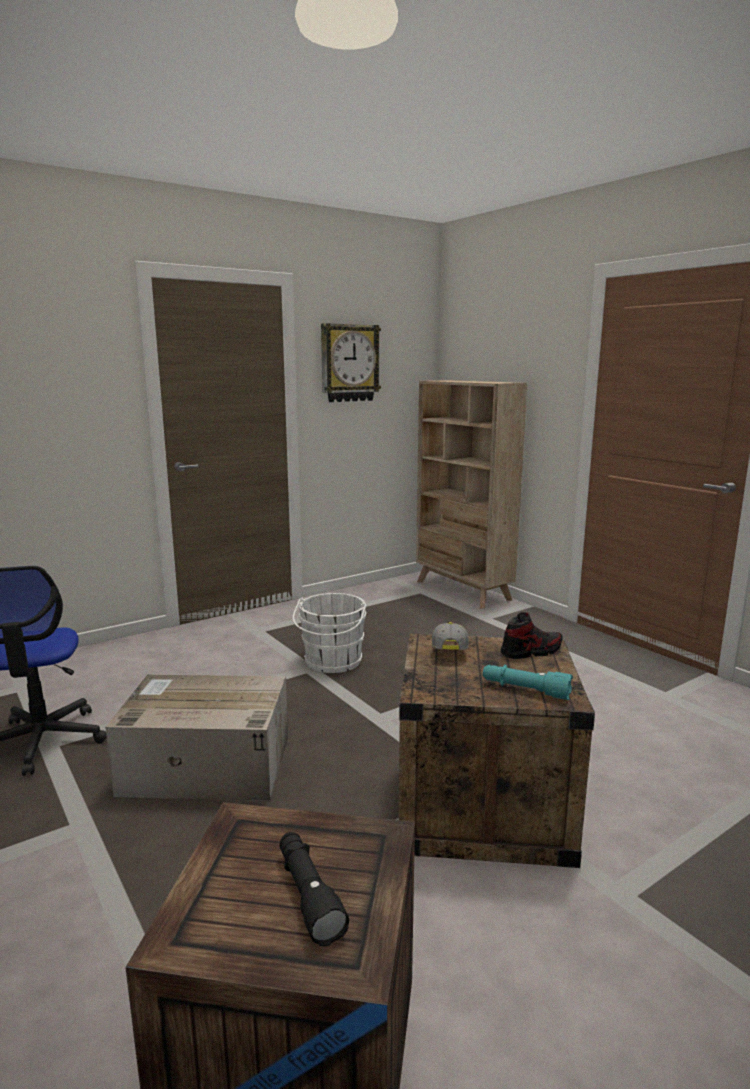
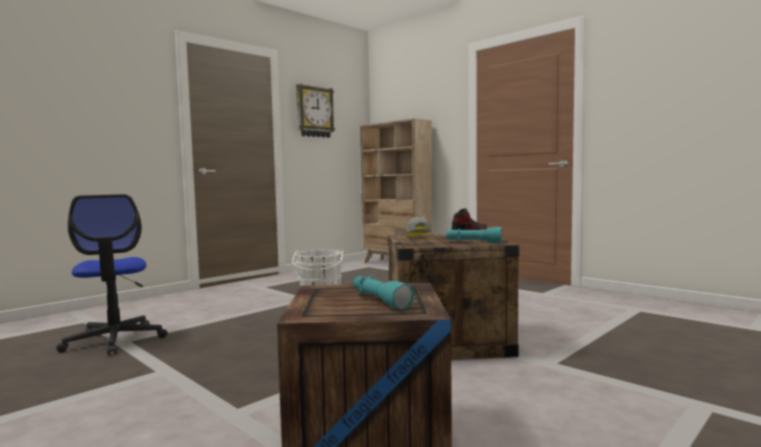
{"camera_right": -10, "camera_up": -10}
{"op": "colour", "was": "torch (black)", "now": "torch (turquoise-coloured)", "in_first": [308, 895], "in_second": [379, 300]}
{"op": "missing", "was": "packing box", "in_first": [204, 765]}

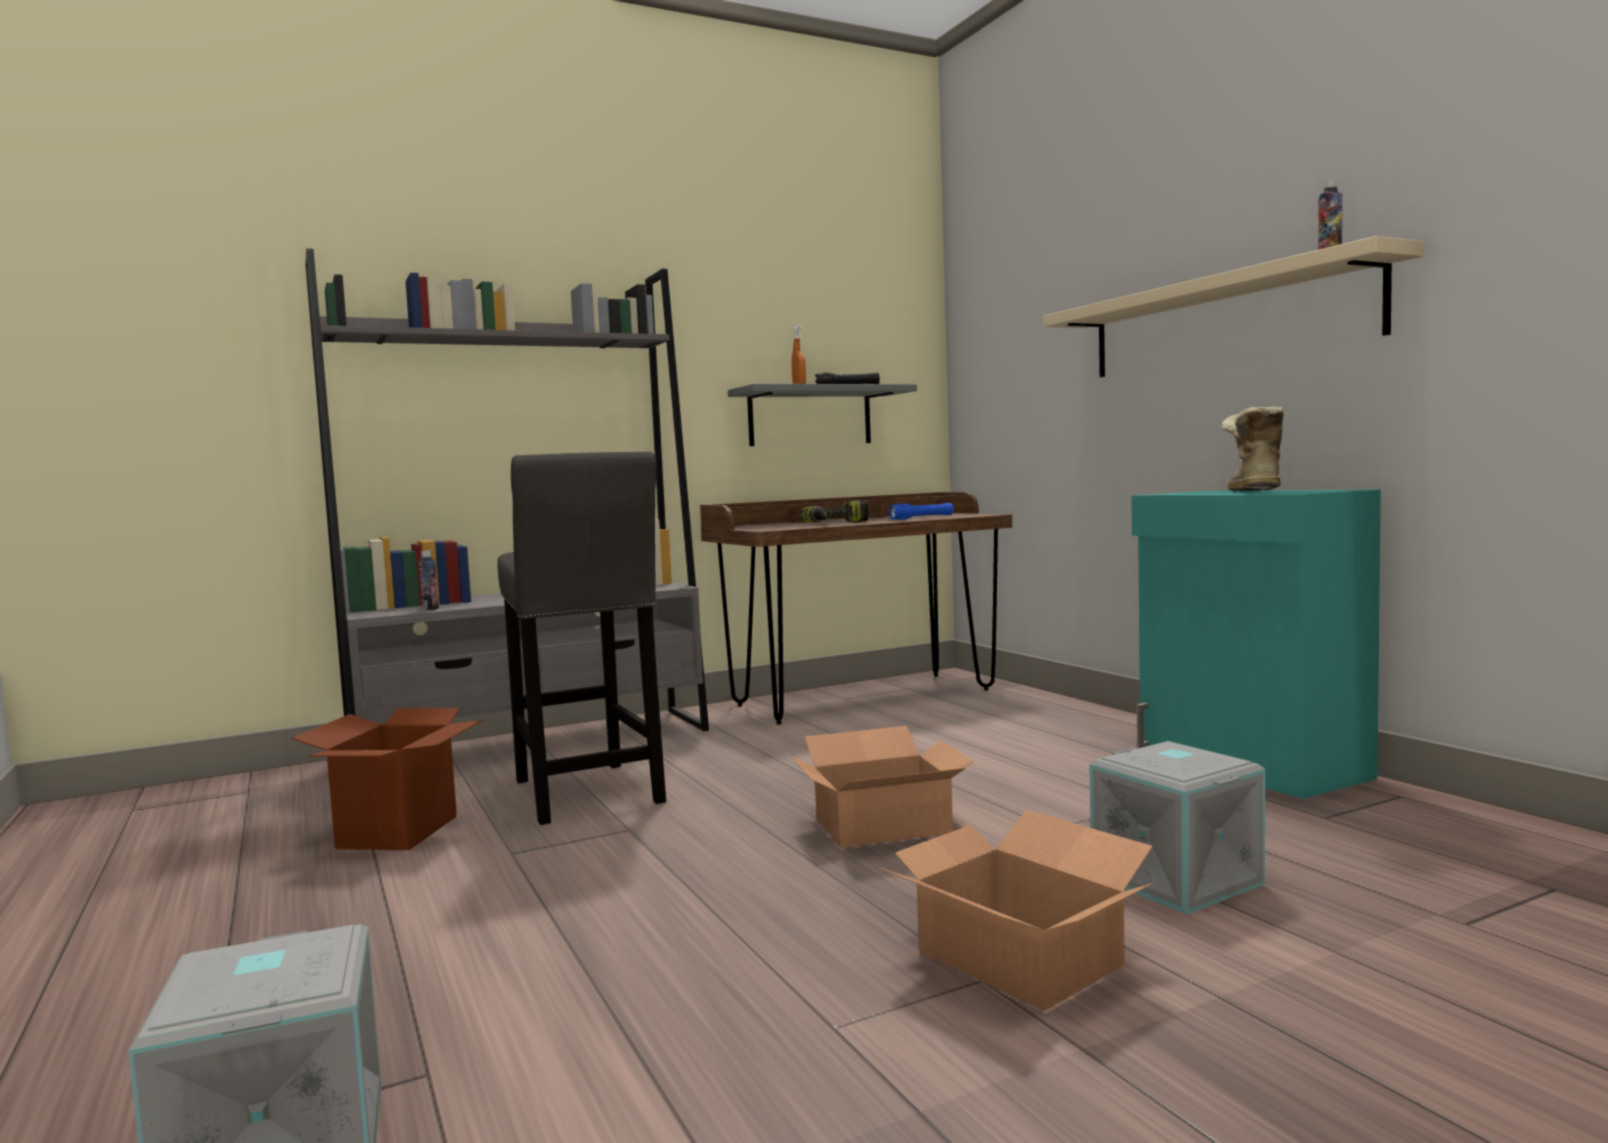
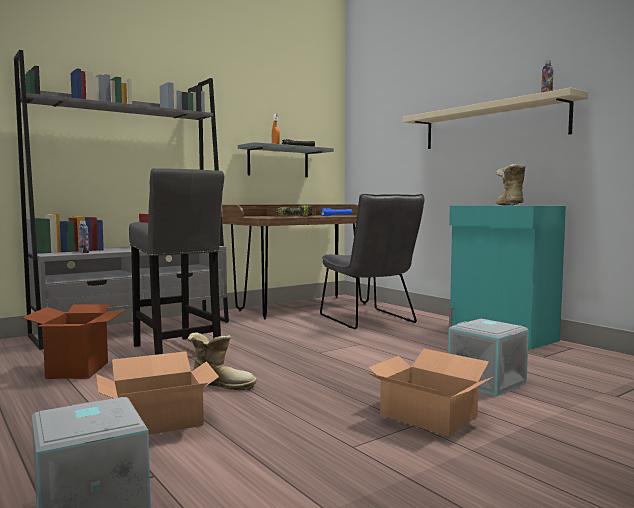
{"camera_right": -10, "camera_up": 0}
{"op": "relocated", "was": "packing box", "in_first": [880, 825], "in_second": [157, 420]}
{"op": "appeared", "now": "tall boot", "in_second": [221, 385]}
{"op": "appeared", "now": "chair (greyish)", "in_second": [370, 320]}

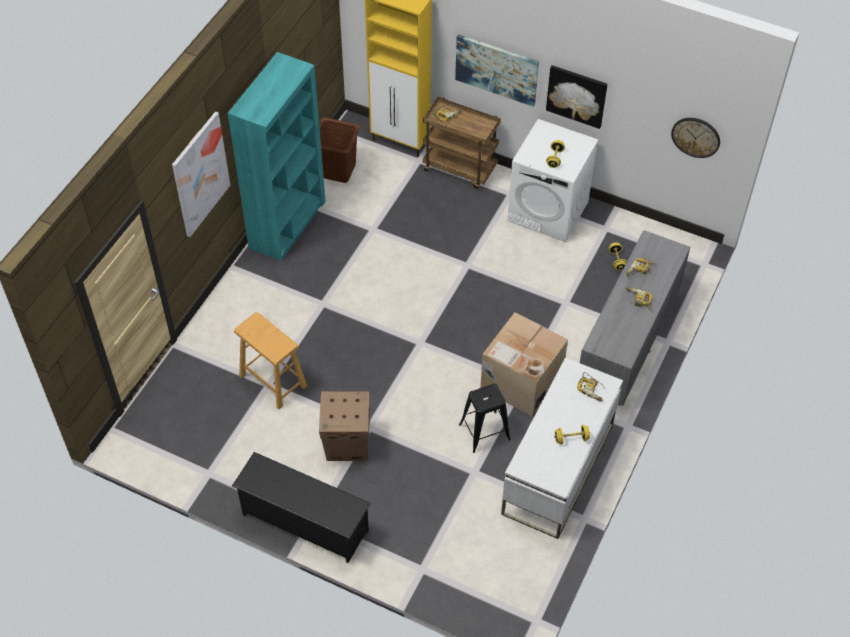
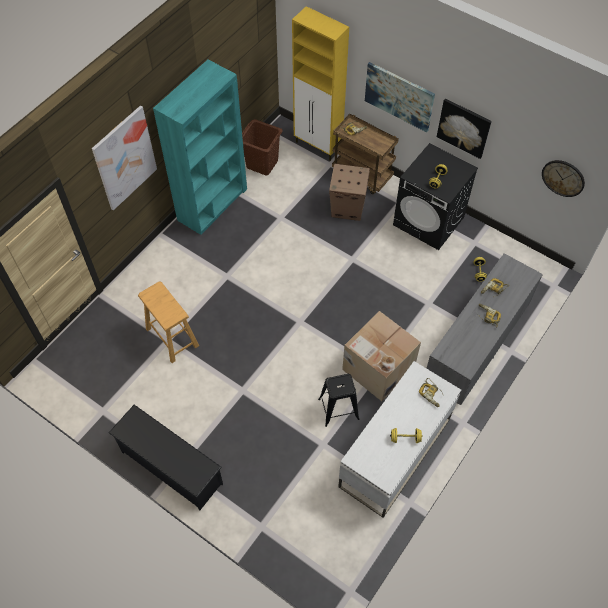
{"camera_right": 10, "camera_up": 5}
{"op": "relocated", "was": "packing box", "in_first": [347, 443], "in_second": [348, 207]}
{"op": "colour", "was": "laundry machine (white-coloured)", "now": "laundry machine (black)", "in_first": [548, 211], "in_second": [429, 221]}

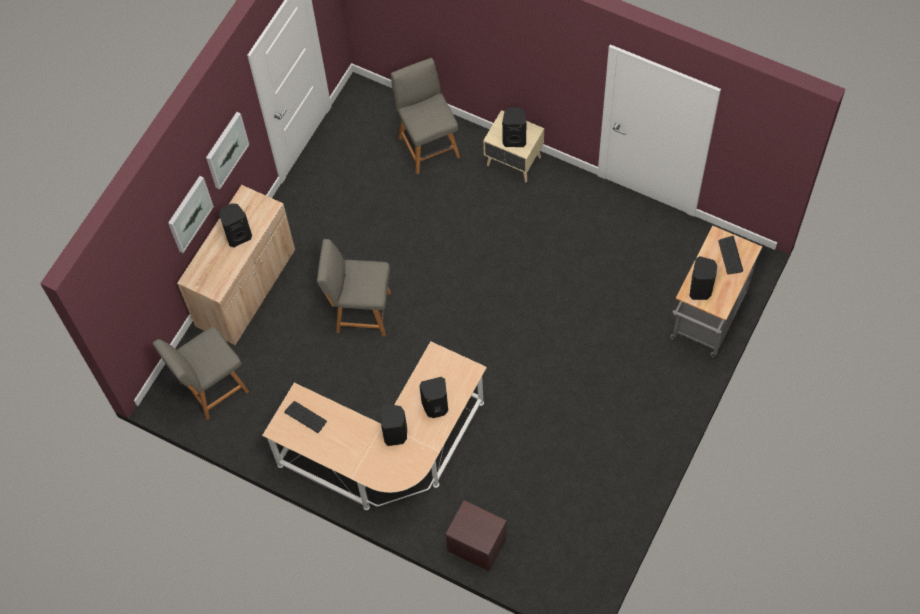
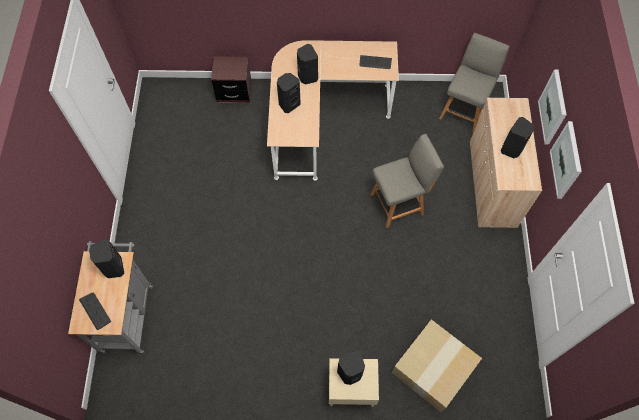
{"camera_right": 150, "camera_up": 0}
{"op": "exchanged", "was": "chair (greyish)", "now": "packing box", "in_first": [428, 145], "in_second": [433, 370]}

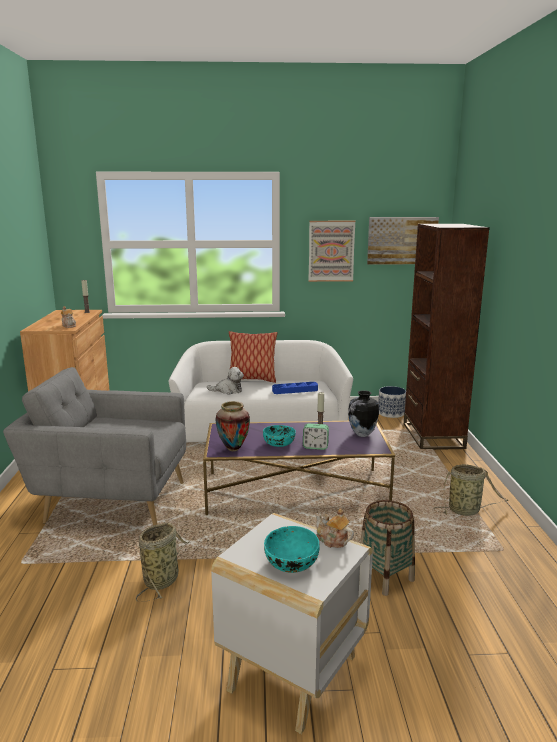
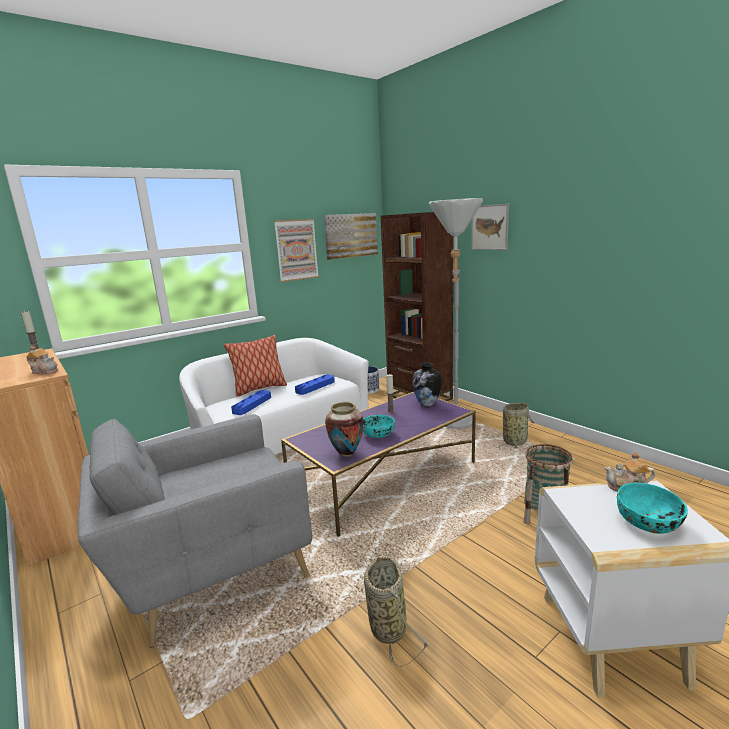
{"camera_right": -35, "camera_up": 0}
{"op": "exchanged", "was": "plush toy", "now": "carrying tray (blue)", "in_first": [228, 390], "in_second": [252, 405]}
{"op": "appeared", "now": "floor lamp (greyish)", "in_second": [455, 425]}
{"op": "appeared", "now": "picture", "in_second": [489, 227]}
{"op": "missing", "was": "bedside clock", "in_first": [315, 447]}

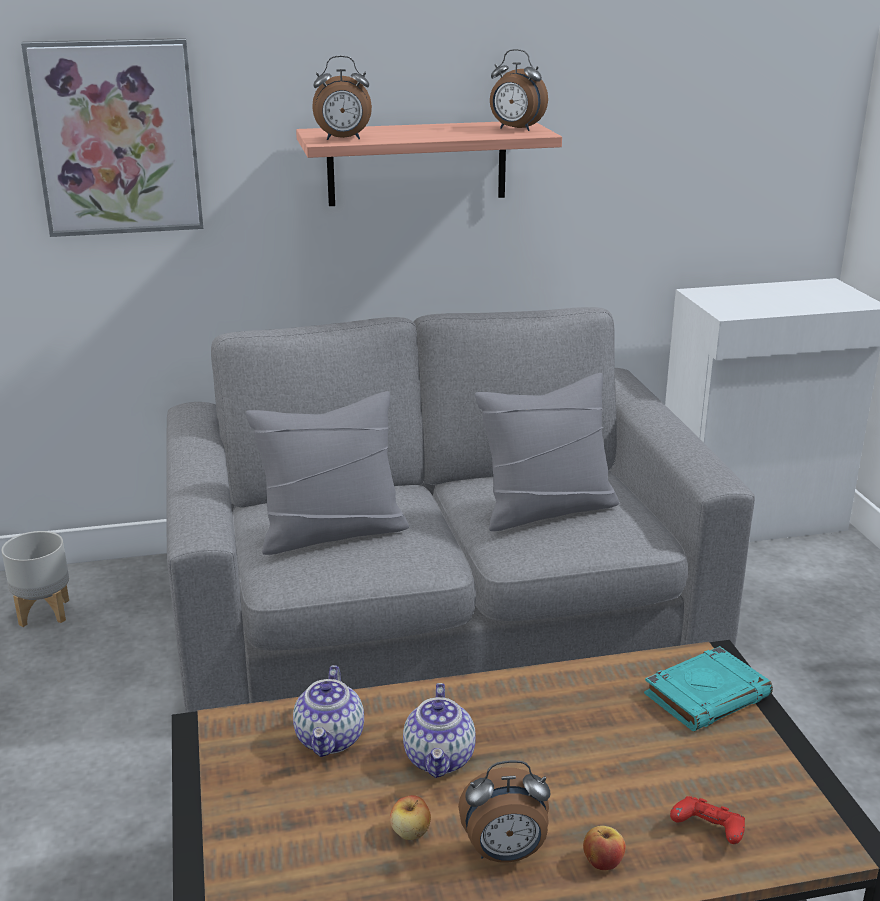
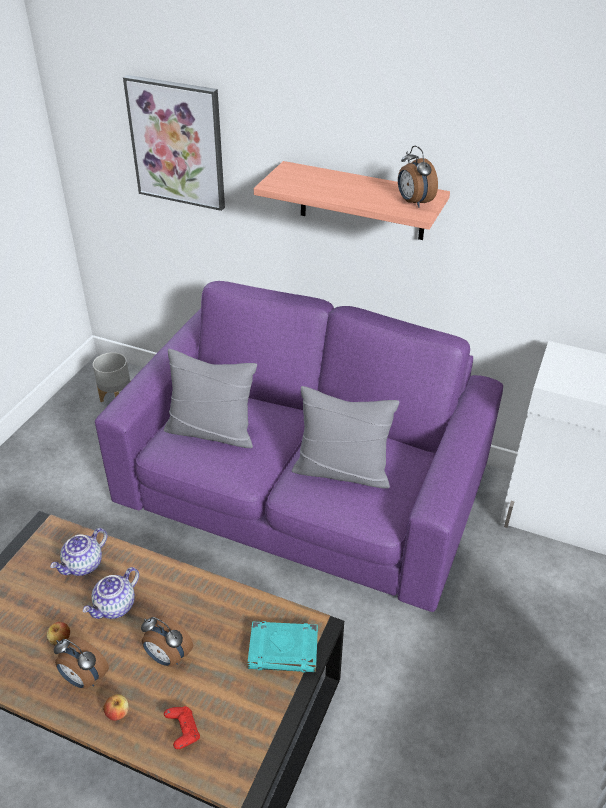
{"camera_right": 35, "camera_up": 15}
{"op": "colour", "was": "settee (greyish)", "now": "settee (purple)", "in_first": [440, 606], "in_second": [302, 489]}
{"op": "relocated", "was": "bedside clock", "in_first": [343, 139], "in_second": [167, 657]}

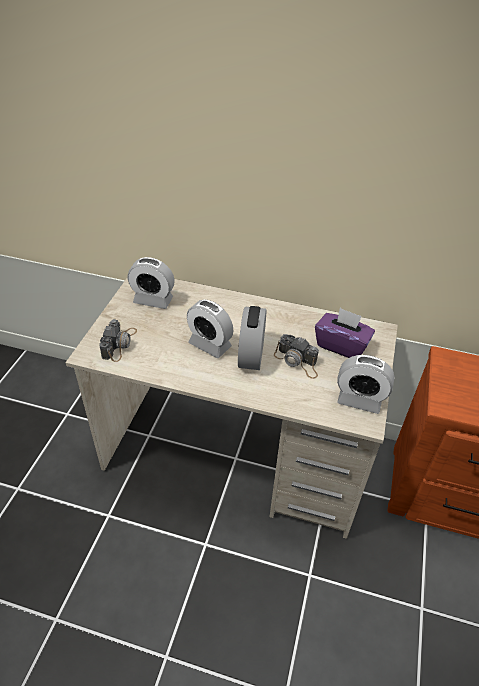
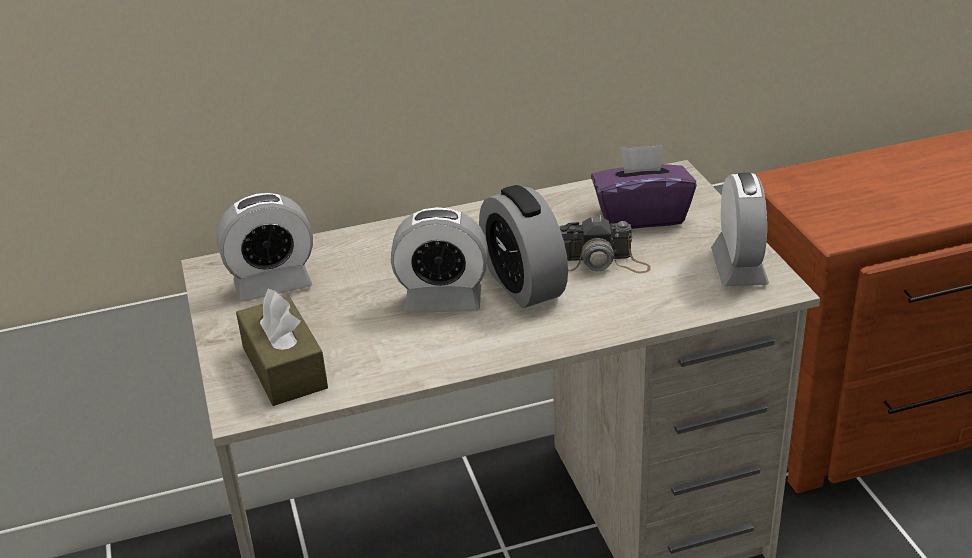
{"camera_right": -30, "camera_up": -10}
{"op": "exchanged", "was": "photo camera", "now": "box of tissues (brown-coloured)", "in_first": [119, 343], "in_second": [284, 367]}
{"op": "spun", "was": "bedside clock", "in_first": [359, 400], "in_second": [739, 268], "clockwise": -75}

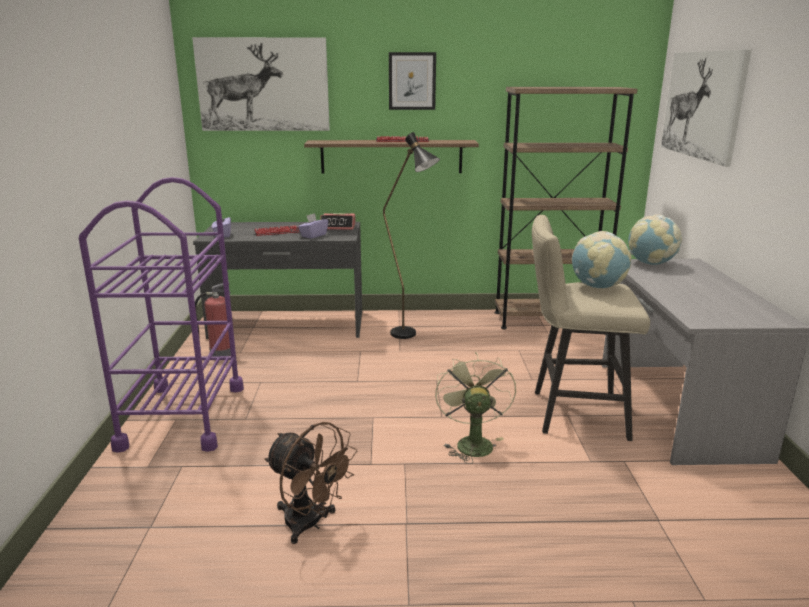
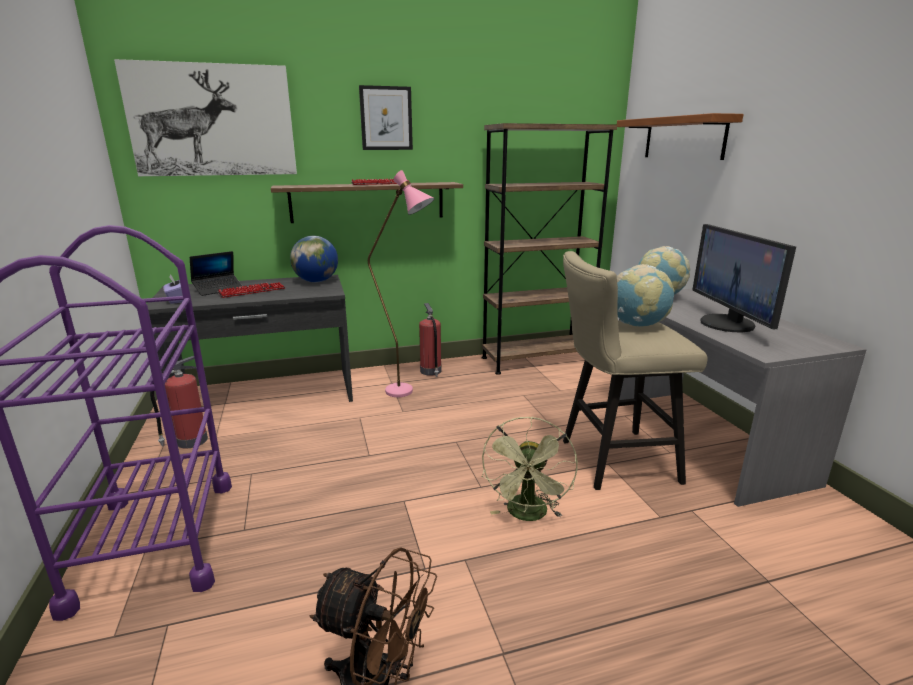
{"camera_right": -15, "camera_up": 0}
{"op": "appeared", "now": "portable computer", "in_second": [218, 289]}
{"op": "exchanged", "was": "bedside clock", "now": "globe", "in_first": [338, 227], "in_second": [316, 281]}
{"op": "colour", "was": "floor lamp (black)", "now": "floor lamp (pink)", "in_first": [410, 336], "in_second": [408, 393]}
{"op": "appeared", "now": "extinguisher", "in_second": [431, 371]}
{"op": "spun", "was": "cooling fan (green)", "in_first": [471, 442], "in_second": [528, 515], "clockwise": -150}
{"op": "exchanged", "was": "picture", "now": "bracket shelf", "in_first": [702, 105], "in_second": [683, 138]}
{"op": "appeared", "now": "computer display", "in_second": [728, 324]}
{"op": "missing", "was": "box of tissues (purple)", "in_first": [313, 235]}

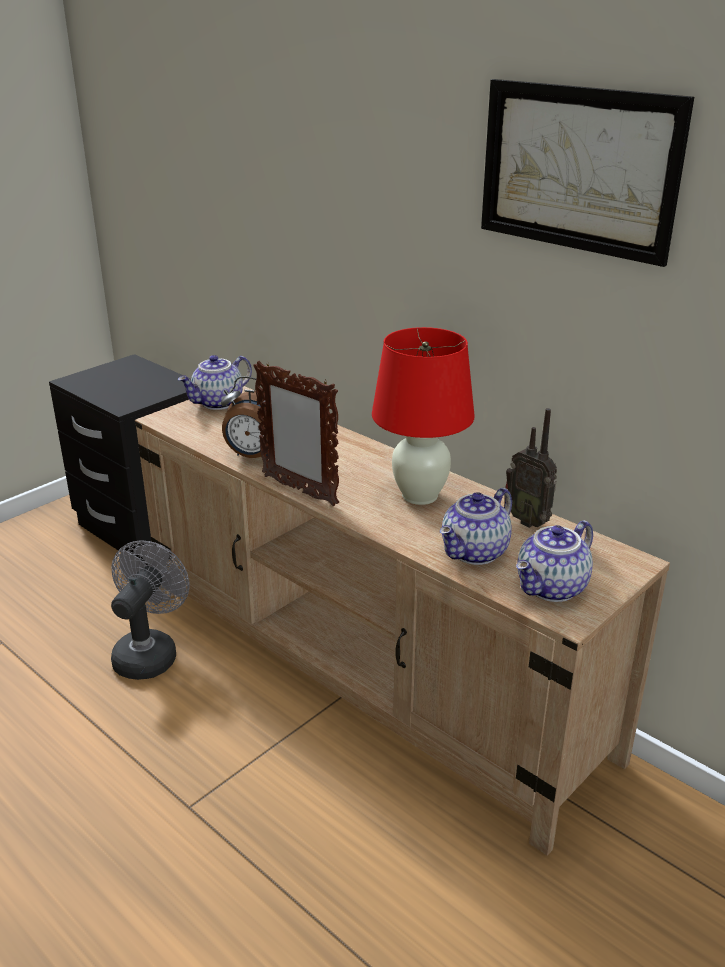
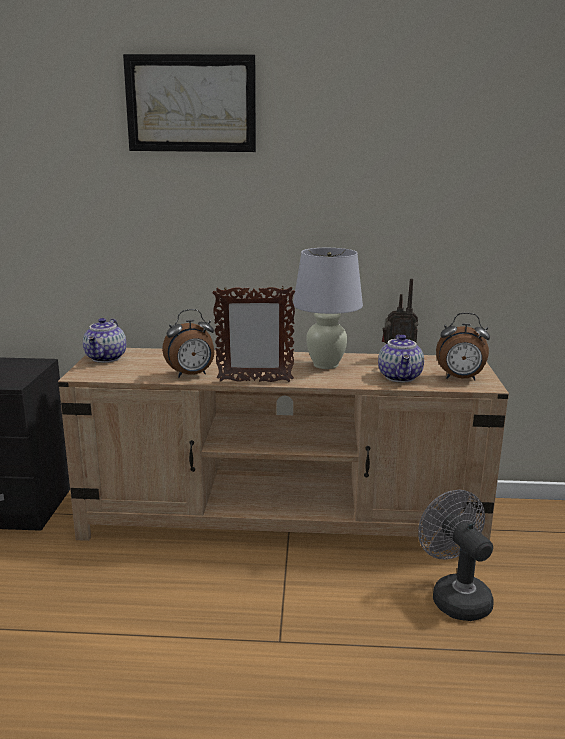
{"camera_right": -40, "camera_up": -10}
{"op": "relocated", "was": "picture", "in_first": [577, 169], "in_second": [191, 104]}
{"op": "colour", "was": "table lamp (red-coloured)", "now": "table lamp (white-coloured)", "in_first": [419, 495], "in_second": [325, 365]}
{"op": "relocated", "was": "cooling fan (greyish)", "in_first": [149, 652], "in_second": [455, 596]}
{"op": "exchanged", "was": "teapot", "now": "bedside clock", "in_first": [552, 589], "in_second": [460, 379]}

